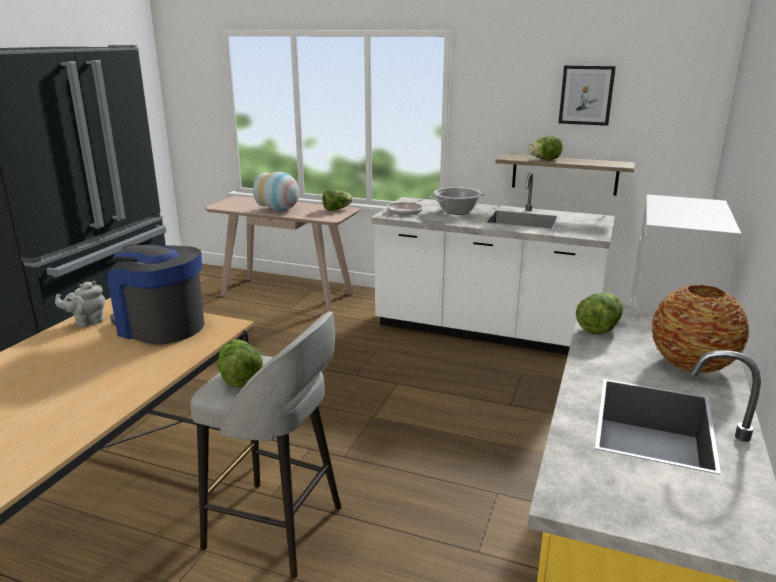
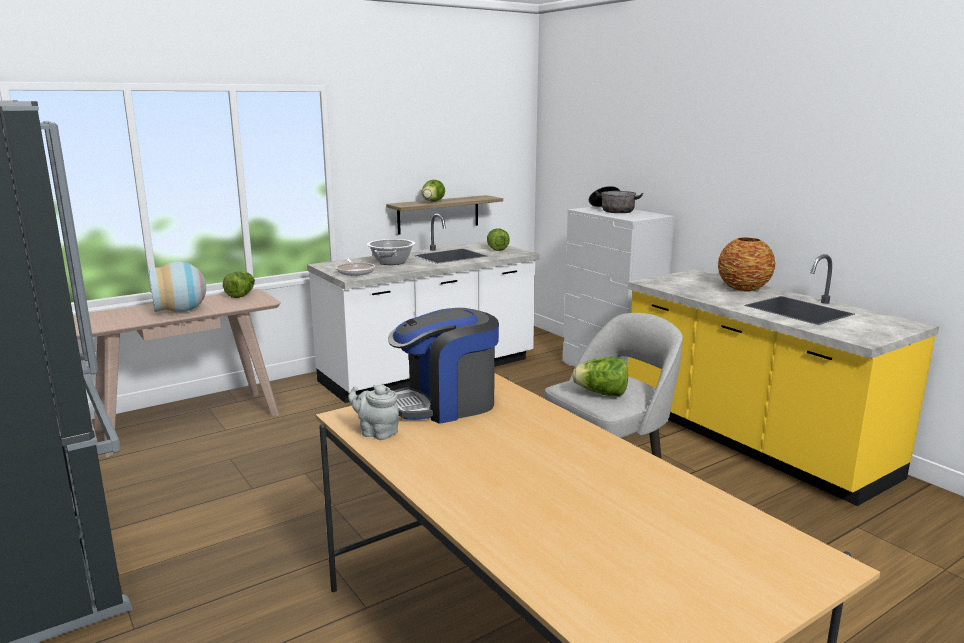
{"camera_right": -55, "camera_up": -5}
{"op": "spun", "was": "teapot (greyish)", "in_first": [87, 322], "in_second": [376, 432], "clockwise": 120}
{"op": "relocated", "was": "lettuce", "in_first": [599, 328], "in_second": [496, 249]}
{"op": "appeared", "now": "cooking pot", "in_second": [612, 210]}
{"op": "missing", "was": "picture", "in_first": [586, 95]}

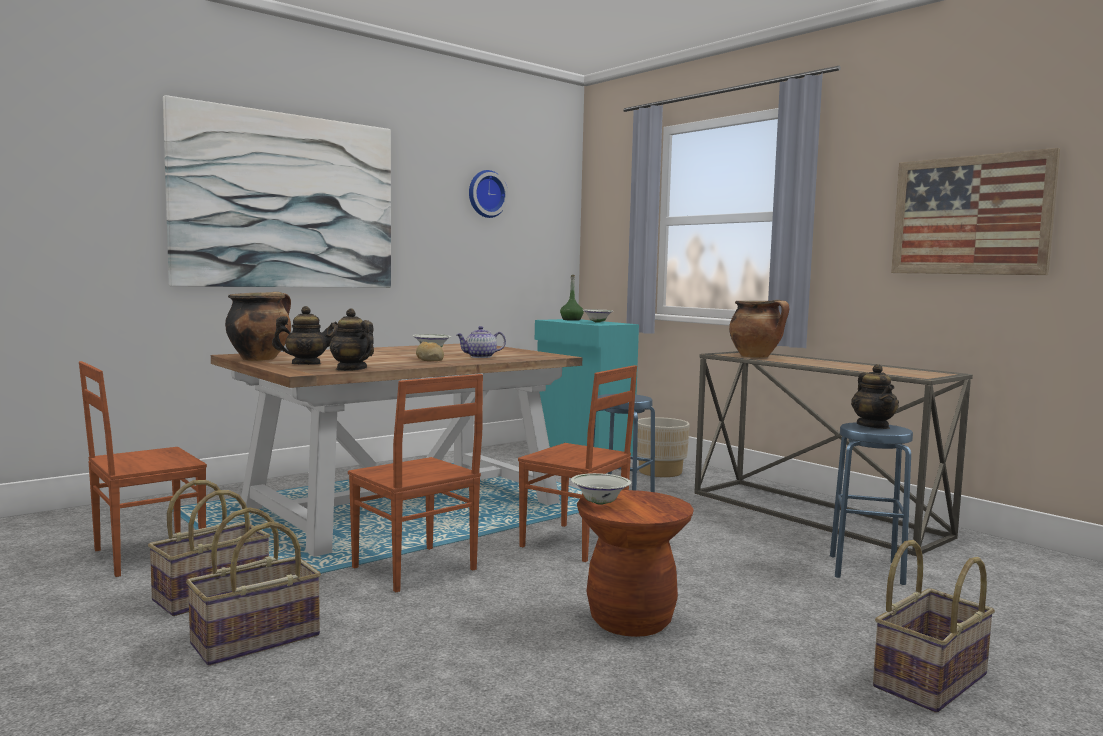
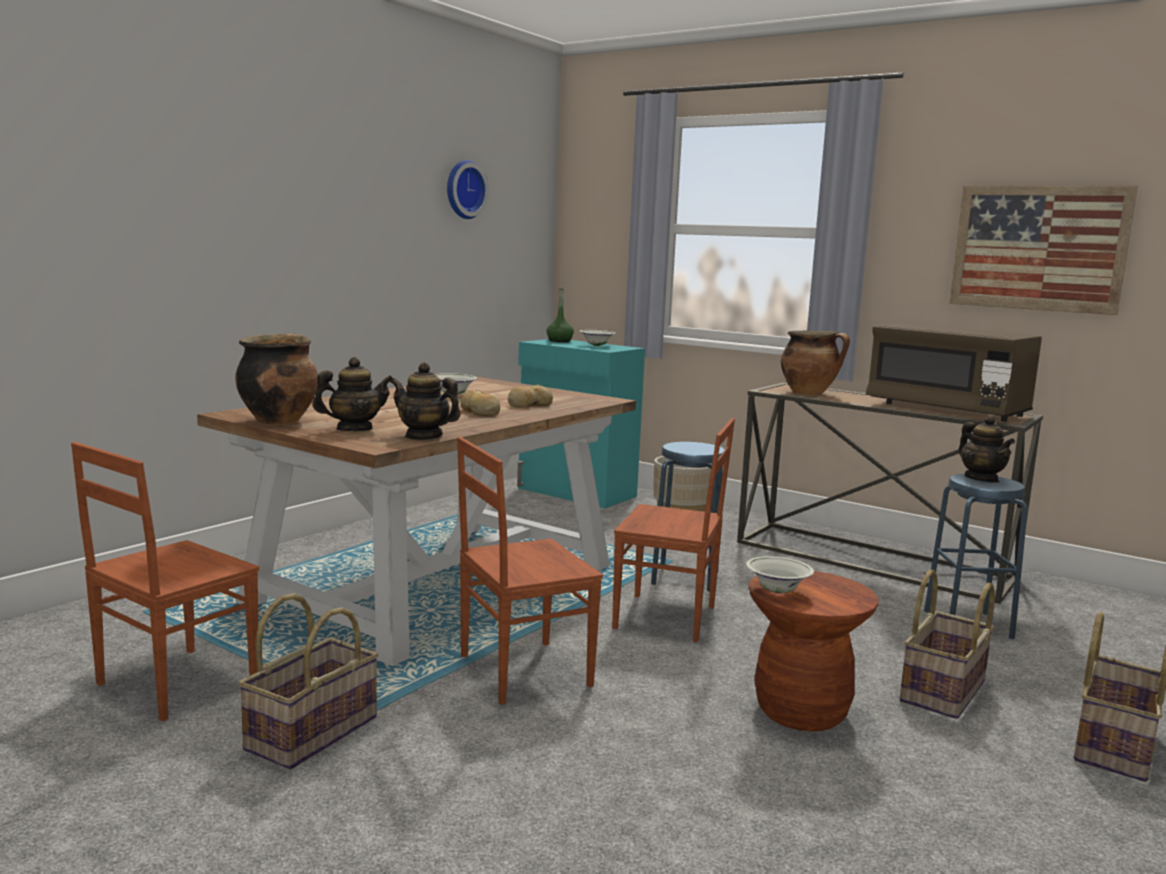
{"camera_right": -15, "camera_up": 5}
{"op": "spun", "was": "chair (brown-coloured)", "in_first": [414, 569], "in_second": [522, 671], "clockwise": 120}
{"op": "exchanged", "was": "teapot", "now": "bread", "in_first": [480, 357], "in_second": [529, 405]}
{"op": "appeared", "now": "microwave (brown-coloured)", "in_second": [946, 410]}
{"op": "relocated", "was": "storage basket", "in_first": [255, 640], "in_second": [944, 692]}
{"op": "missing", "was": "picture", "in_first": [286, 201]}

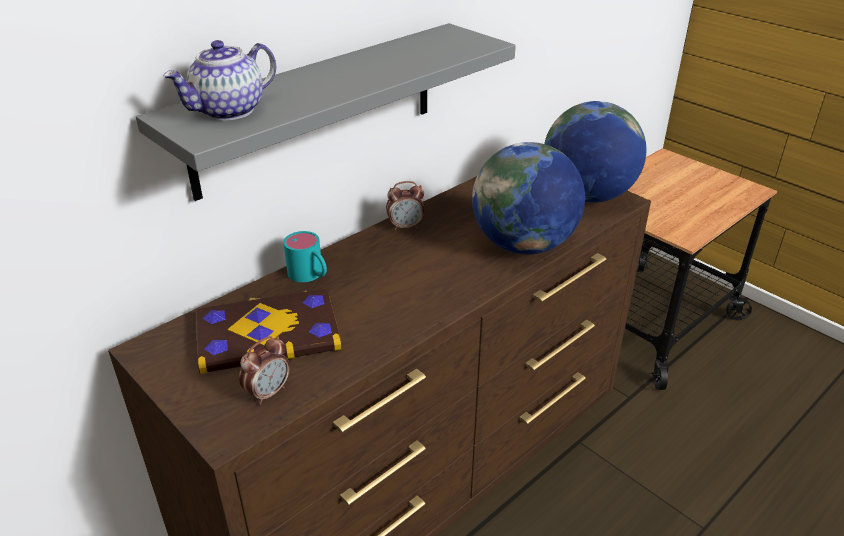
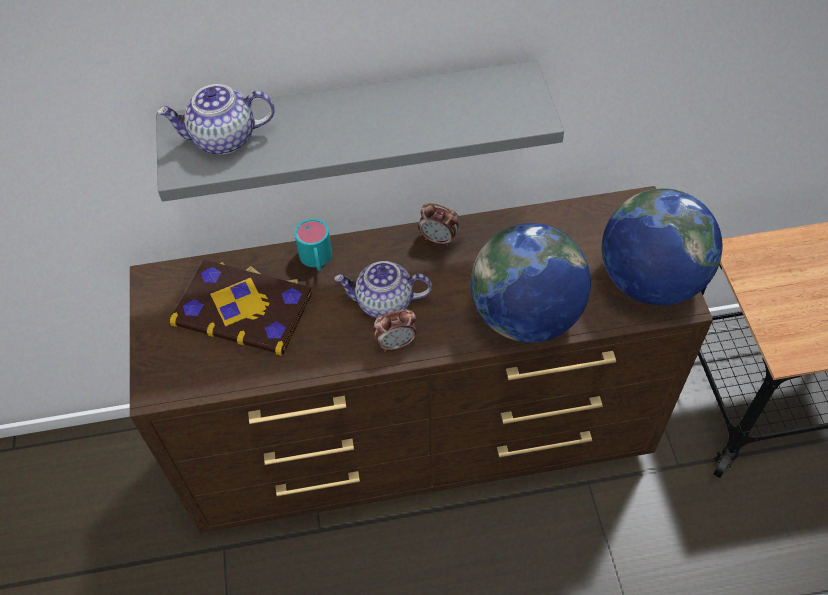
{"camera_right": 35, "camera_up": 20}
{"op": "appeared", "now": "teapot", "in_second": [384, 303]}
{"op": "relocated", "was": "bedside clock", "in_first": [268, 393], "in_second": [396, 343]}

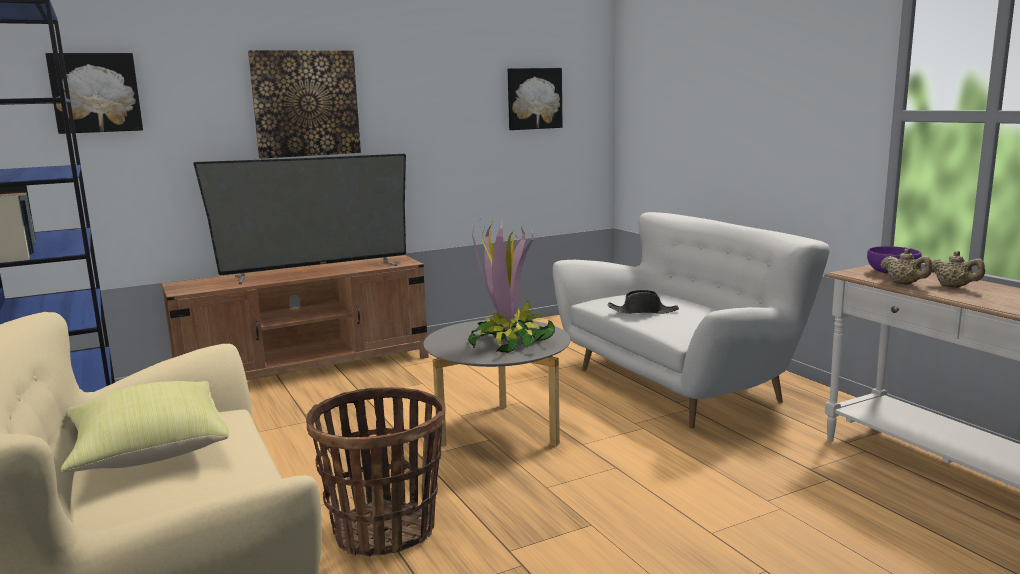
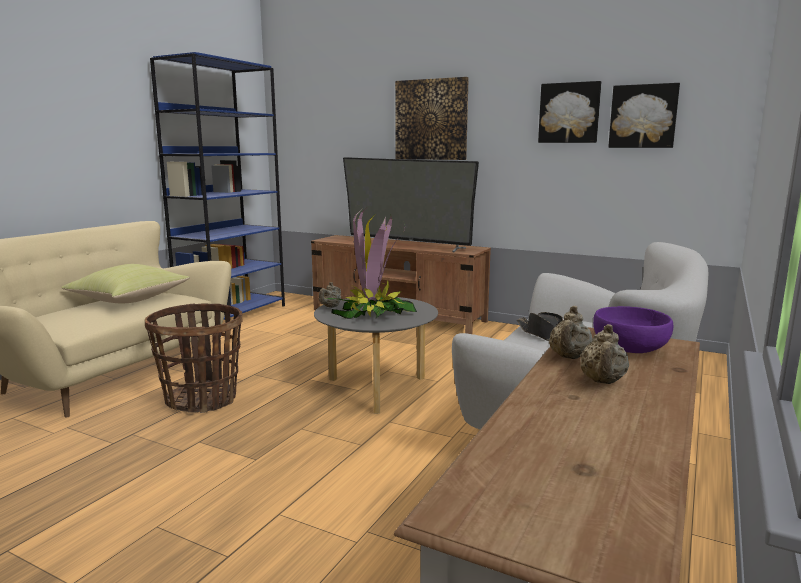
{"camera_right": 55, "camera_up": 0}
{"op": "appeared", "now": "teapot (beige-coloured)", "in_second": [330, 307]}
{"op": "relocated", "was": "picture", "in_first": [95, 93], "in_second": [569, 113]}

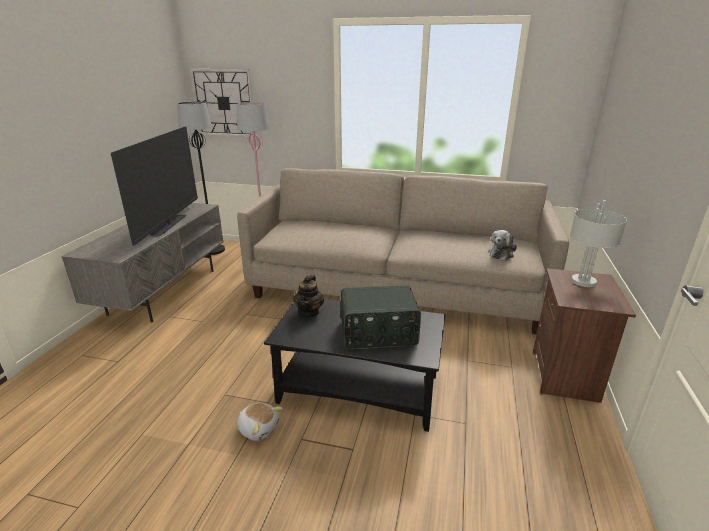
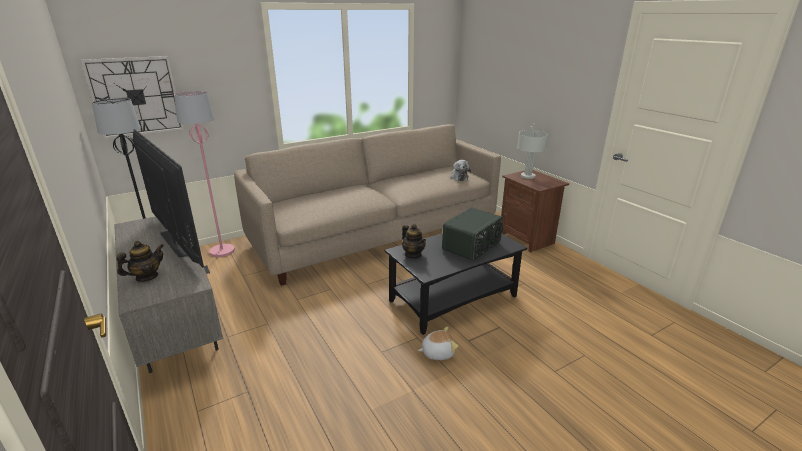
{"camera_right": -45, "camera_up": 0}
{"op": "appeared", "now": "teapot", "in_second": [147, 277]}

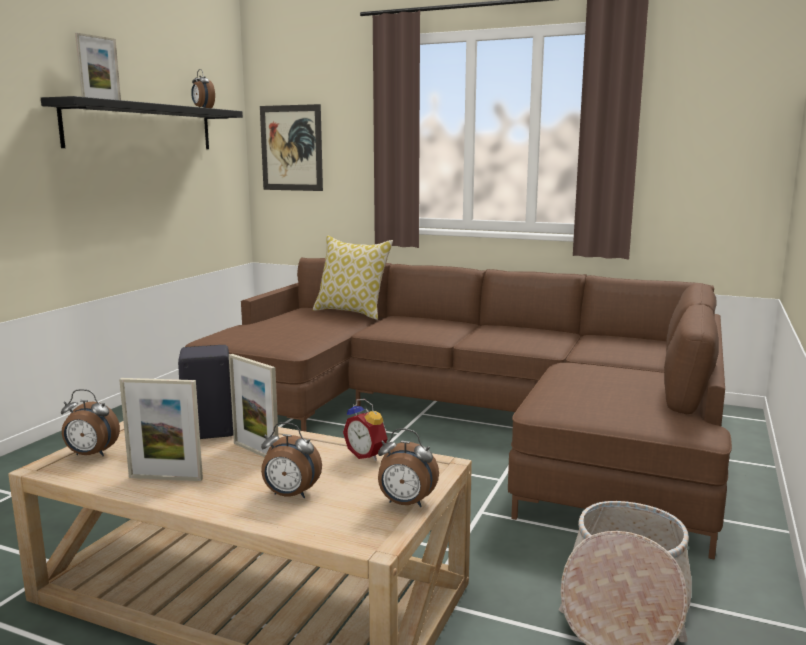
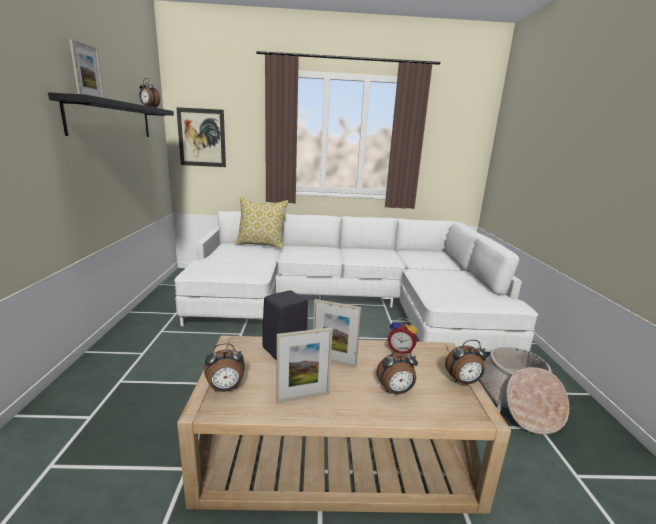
{"camera_right": -25, "camera_up": 5}
{"op": "colour", "was": "settee (brown-coloured)", "now": "settee (white-coloured)", "in_first": [468, 419], "in_second": [348, 303]}

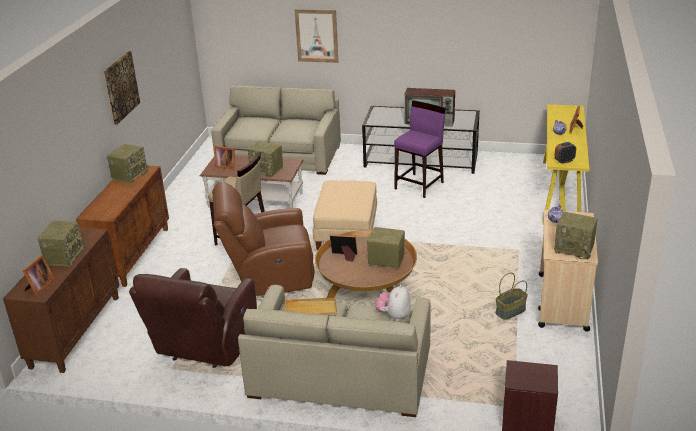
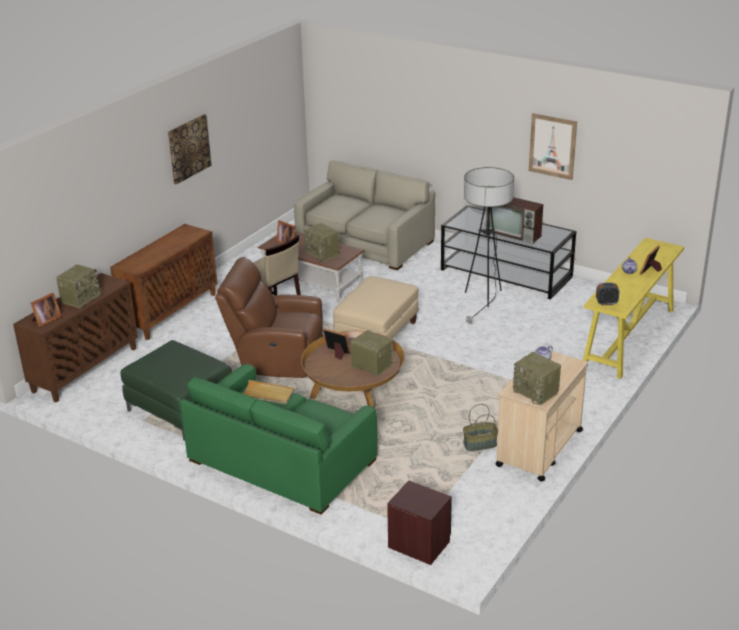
{"camera_right": 20, "camera_up": 0}
{"op": "exchanged", "was": "lounge chair (brown-coloured)", "now": "pouffe (green)", "in_first": [204, 348], "in_second": [180, 410]}
{"op": "colour", "was": "settee (beige-coloured)", "now": "settee (green)", "in_first": [339, 373], "in_second": [281, 460]}
{"op": "exchanged", "was": "stool (purple)", "now": "floor lamp", "in_first": [419, 185], "in_second": [484, 300]}
{"op": "relocated", "was": "picture", "in_first": [316, 36], "in_second": [552, 146]}
{"op": "missing", "was": "radio set", "in_first": [130, 175]}
{"op": "missing", "was": "plush toy", "in_first": [394, 316]}

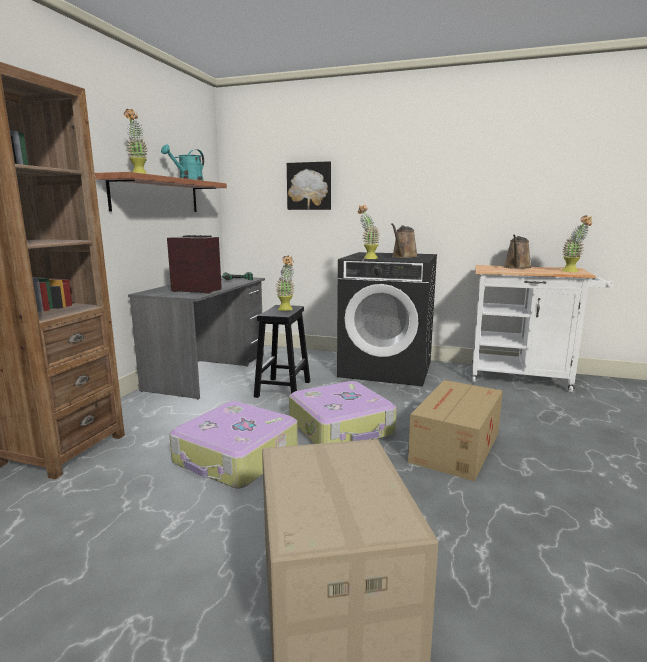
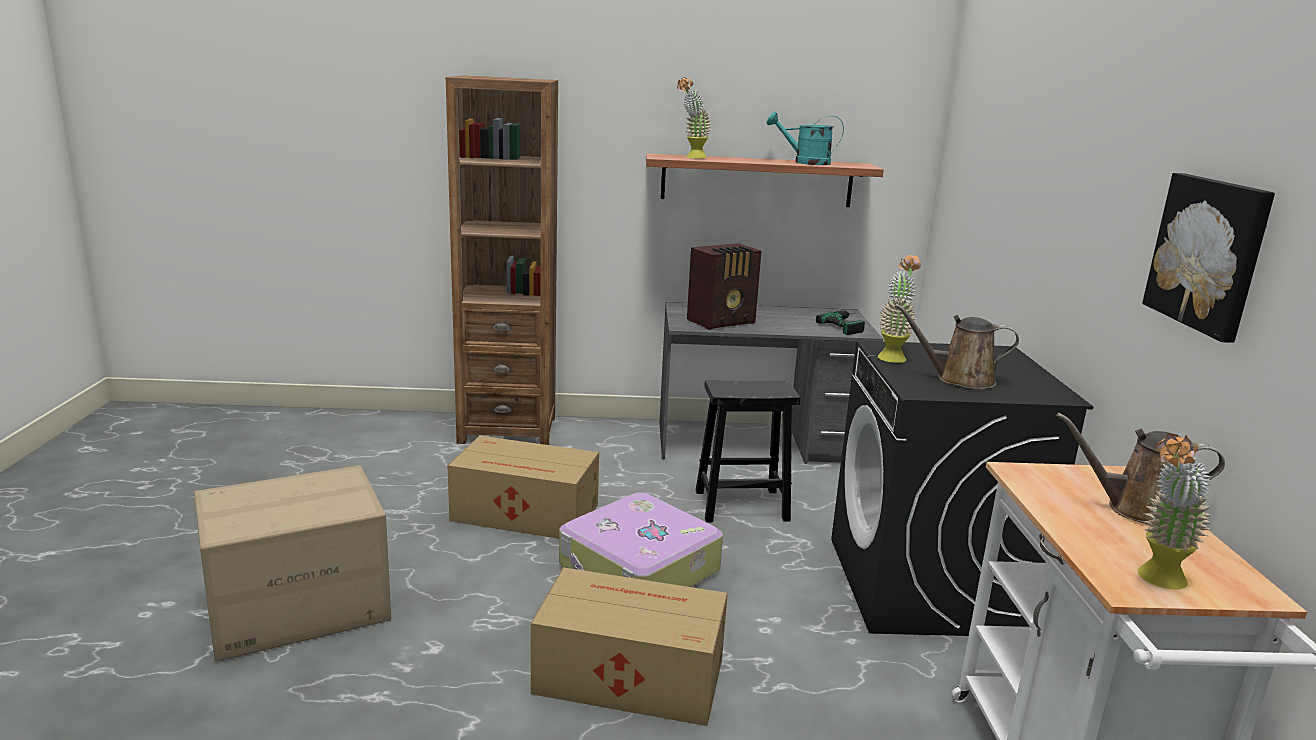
{"camera_right": 70, "camera_up": 5}
{"op": "exchanged", "was": "travel case", "now": "packing box", "in_first": [236, 457], "in_second": [527, 514]}
{"op": "spun", "was": "radio set", "in_first": [196, 290], "in_second": [723, 322], "clockwise": 60}
{"op": "relocated", "was": "picture", "in_first": [309, 186], "in_second": [1209, 254]}
{"op": "missing", "was": "houseplant", "in_first": [286, 310]}

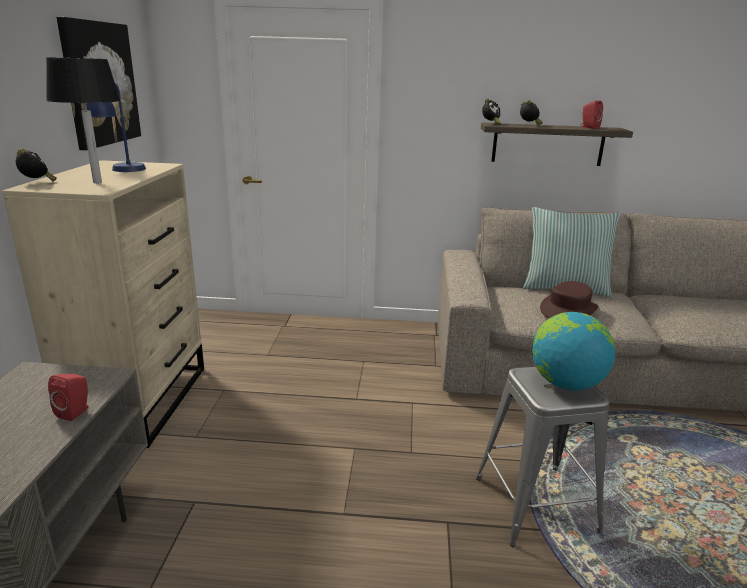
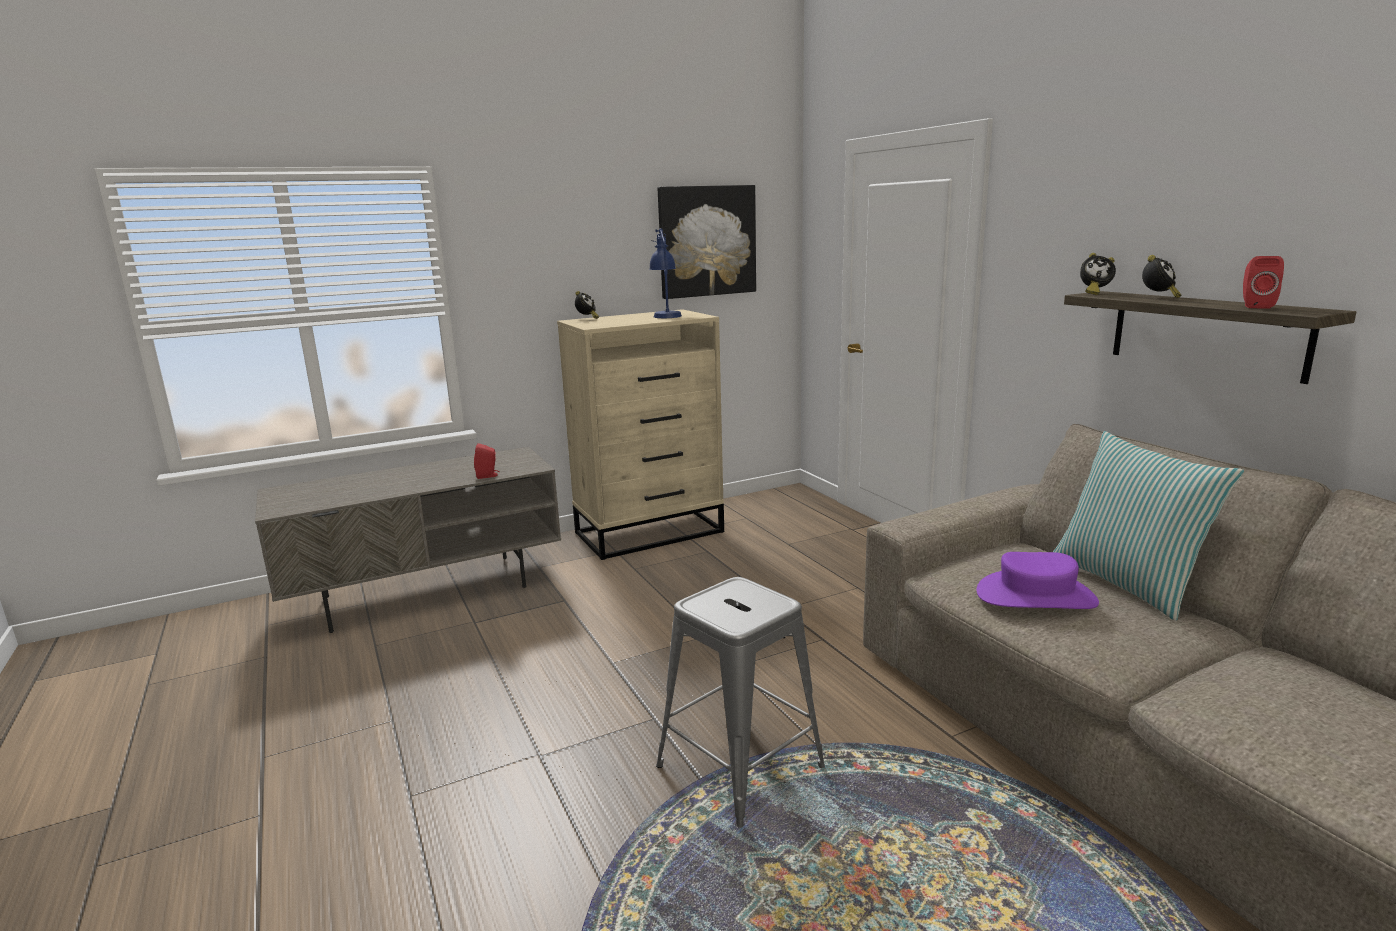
{"camera_right": 60, "camera_up": -5}
{"op": "colour", "was": "hat (brown-coloured)", "now": "hat (purple)", "in_first": [568, 310], "in_second": [1035, 596]}
{"op": "missing", "was": "table lamp (black)", "in_first": [98, 182]}
{"op": "missing", "was": "globe", "in_first": [566, 384]}

